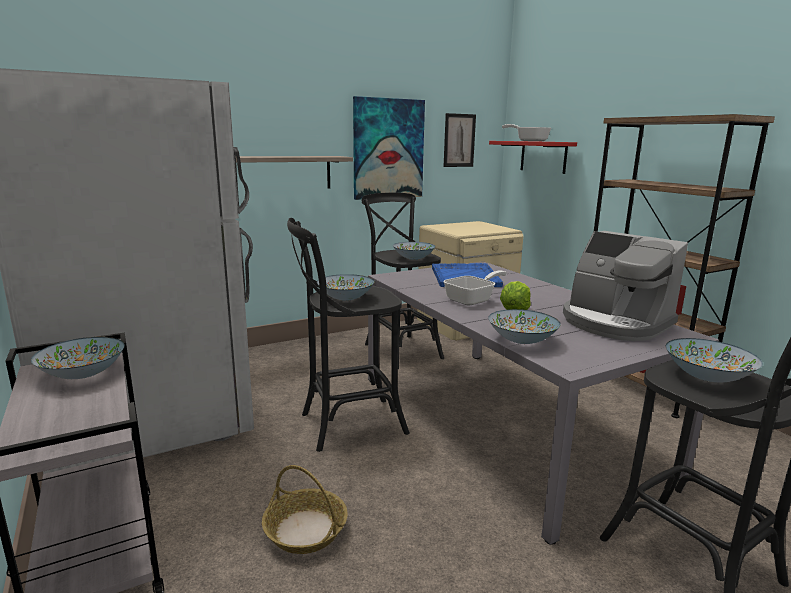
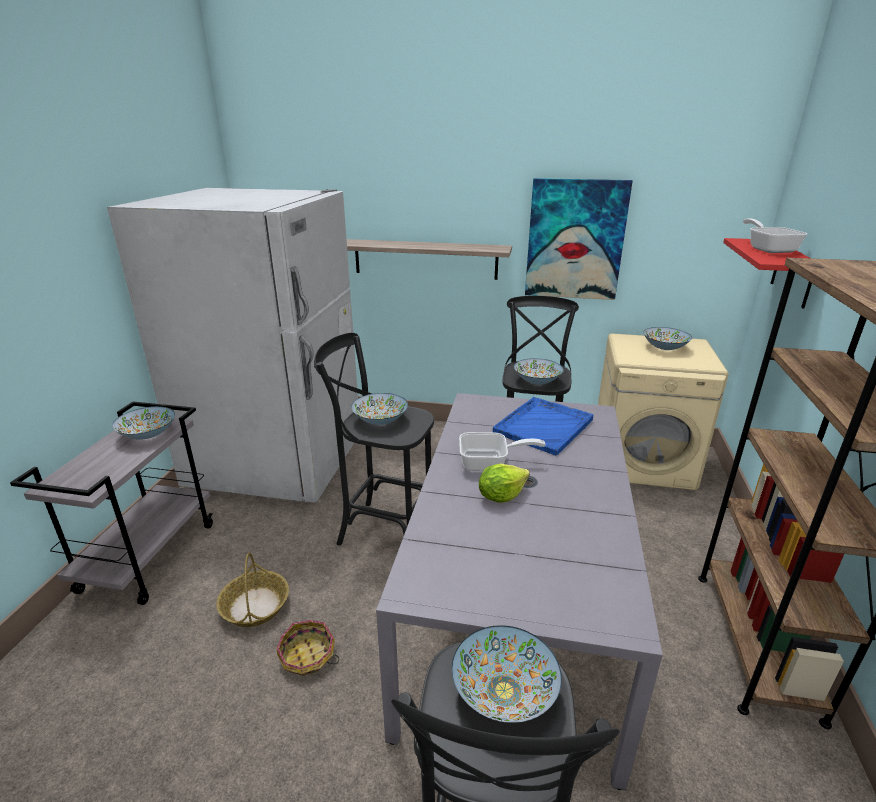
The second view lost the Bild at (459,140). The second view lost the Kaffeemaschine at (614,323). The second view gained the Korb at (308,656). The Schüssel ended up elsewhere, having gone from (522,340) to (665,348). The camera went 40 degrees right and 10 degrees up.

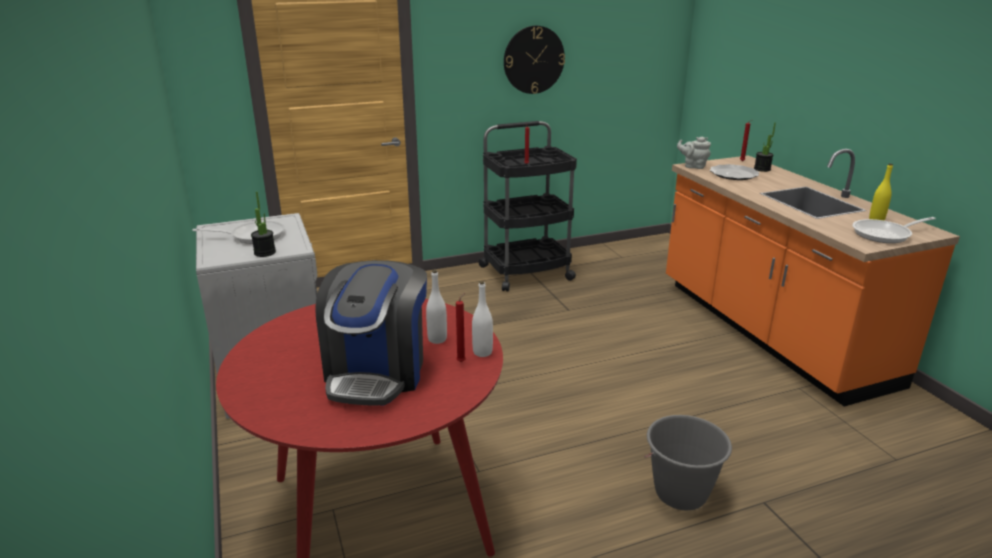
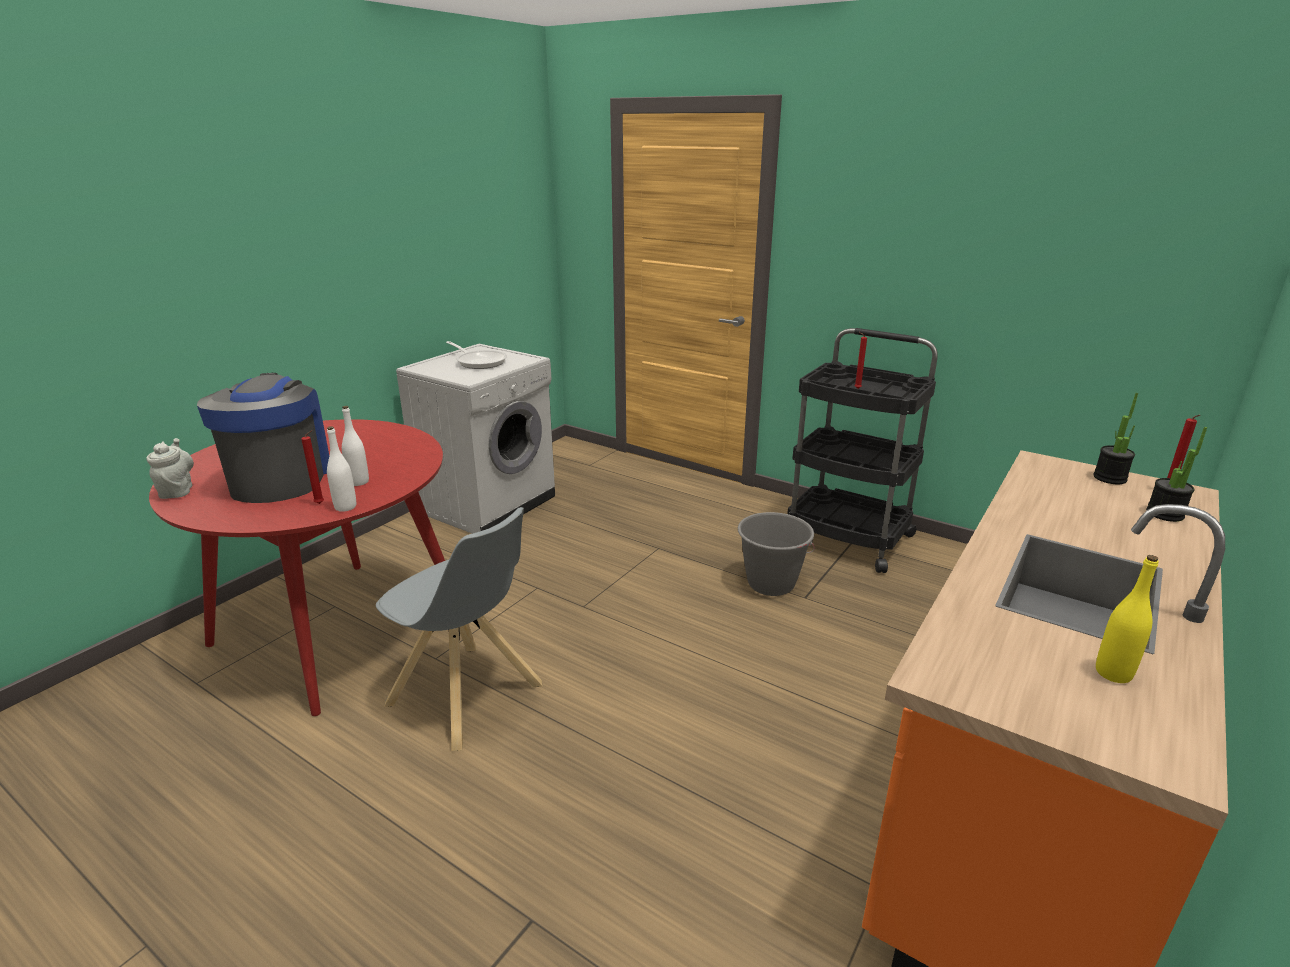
The second view lost the Wanduhr at (533,60). The second view lost the Teller at (733,174). The second view lost the Pfanne at (885,234). The second view gained the Stuhl/grau at (468,696). The Topfpflanze ended up elsewhere, having gone from (265,252) to (1109,478). The Eimer/grau ended up elsewhere, having gone from (681,493) to (770,584). The Teekanne/grau ended up elsewhere, having gone from (693,166) to (177,490). The Kaffeemaschine at (377,372) ended up facing another way, 105 degrees clockwise from before. The camera went 55 degrees right and 0 degrees up.

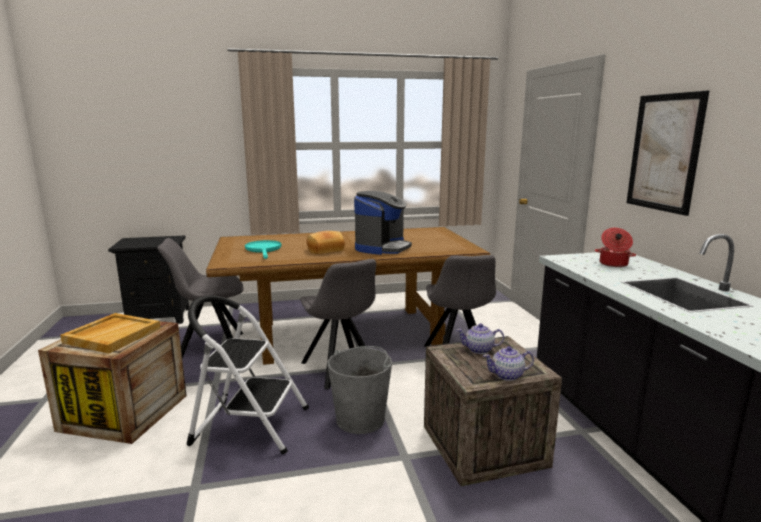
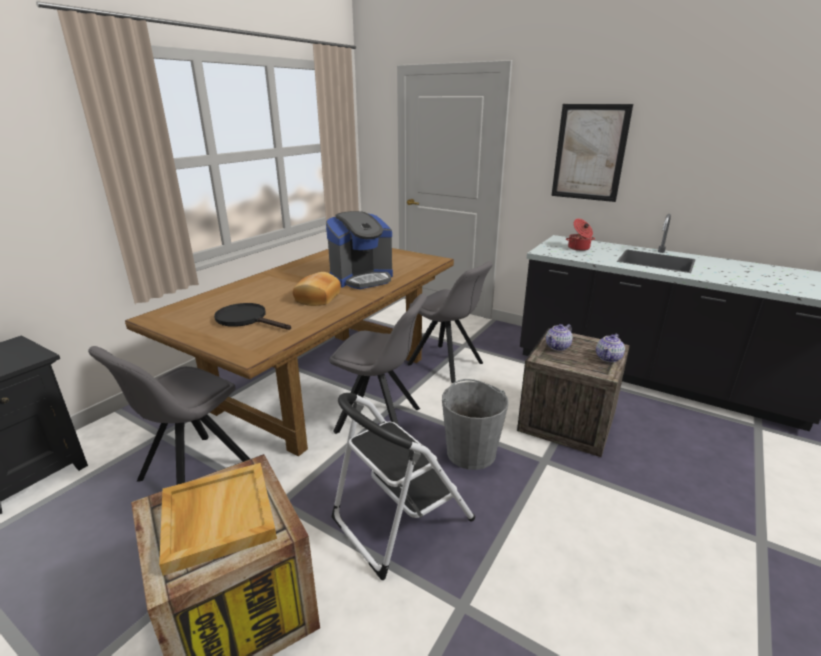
What was the Pfanne/türkis at (264,250) turned into the Pfanne/schwarz at (247,319). The Kaffeemaschine at (382,248) ended up facing another way, 75 degrees clockwise from before. The camera went 45 degrees left and 10 degrees up.

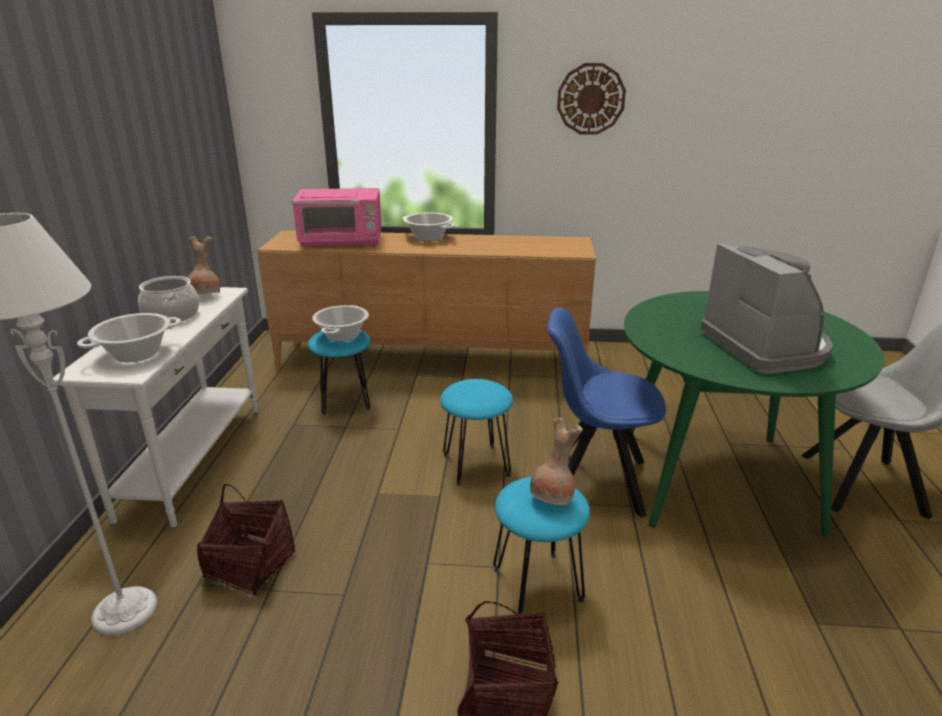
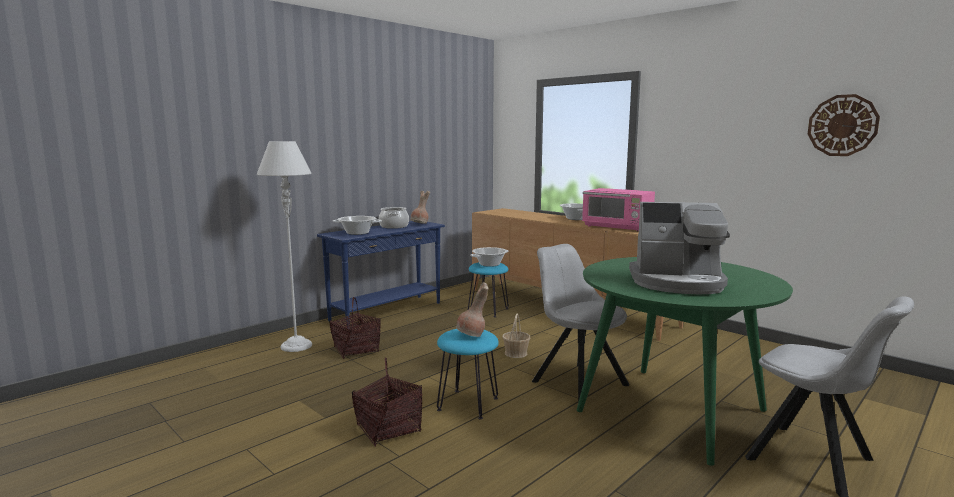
The Mikrowelle/rosa ended up elsewhere, having gone from (342,242) to (617,227). The Wanduhr ended up elsewhere, having gone from (591,99) to (842,125). Where the Hocker/türkis stood at (476,464), the Korb came to stand at (516,353). What was the Konsolentisch/weiß at (192,459) turned into the Konsolentisch/blau at (386,311). What was the Stuhl/blau at (595,481) turned into the Stuhl/grau at (577,382). The Kaffeemaschine at (766,346) ended up facing another way, 75 degrees clockwise from before. The camera went 40 degrees right and 15 degrees down.

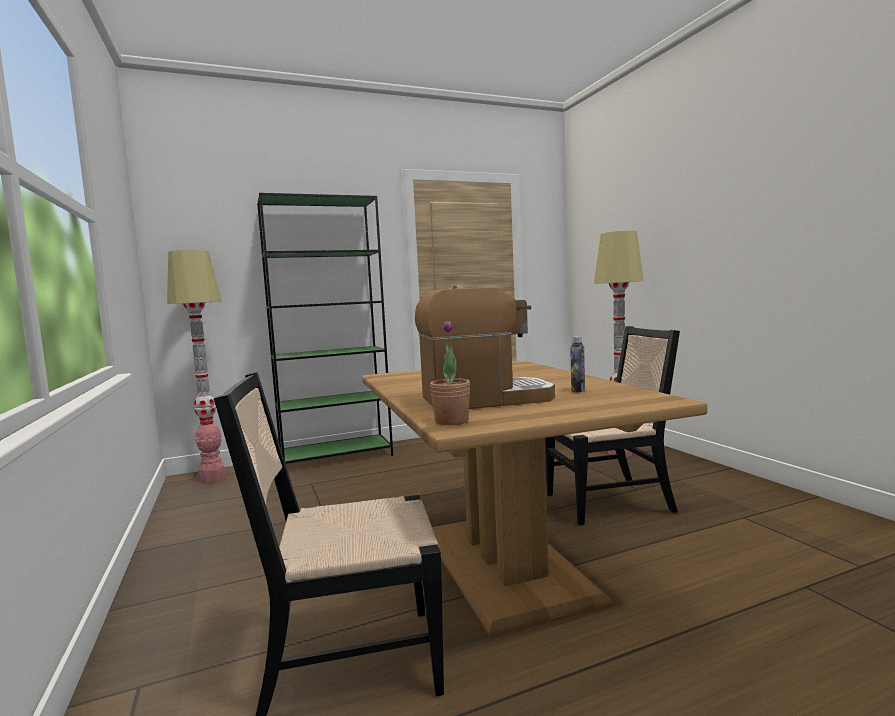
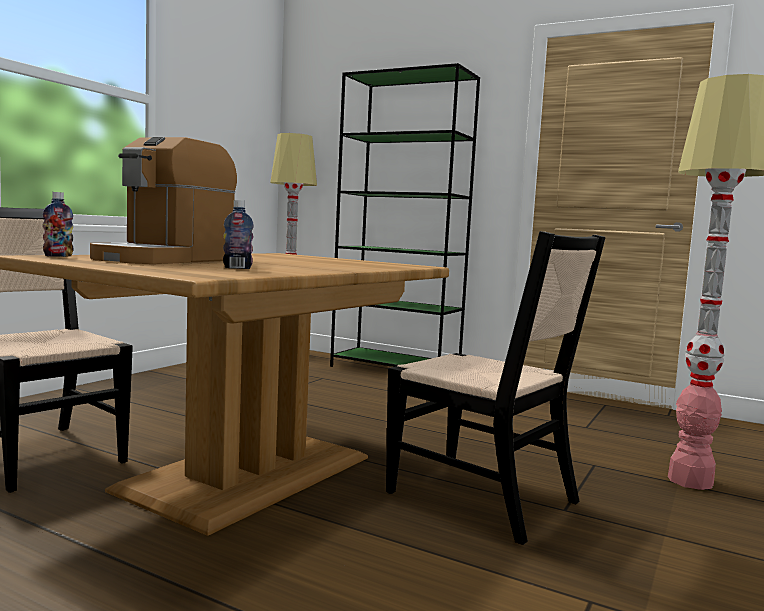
Where the Topfpflanze stood at (451,421), the Flasche came to stand at (58,256). The Kaffeemaschine at (485,399) ended up facing another way, 75 degrees clockwise from before. The camera went 50 degrees right and 0 degrees up.

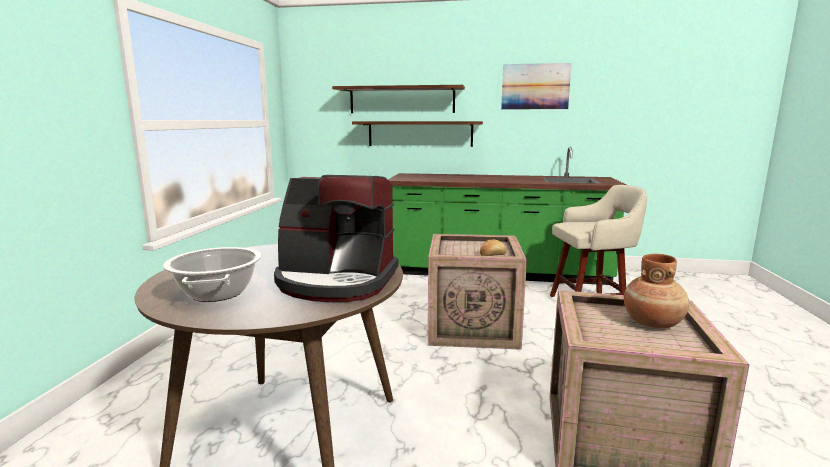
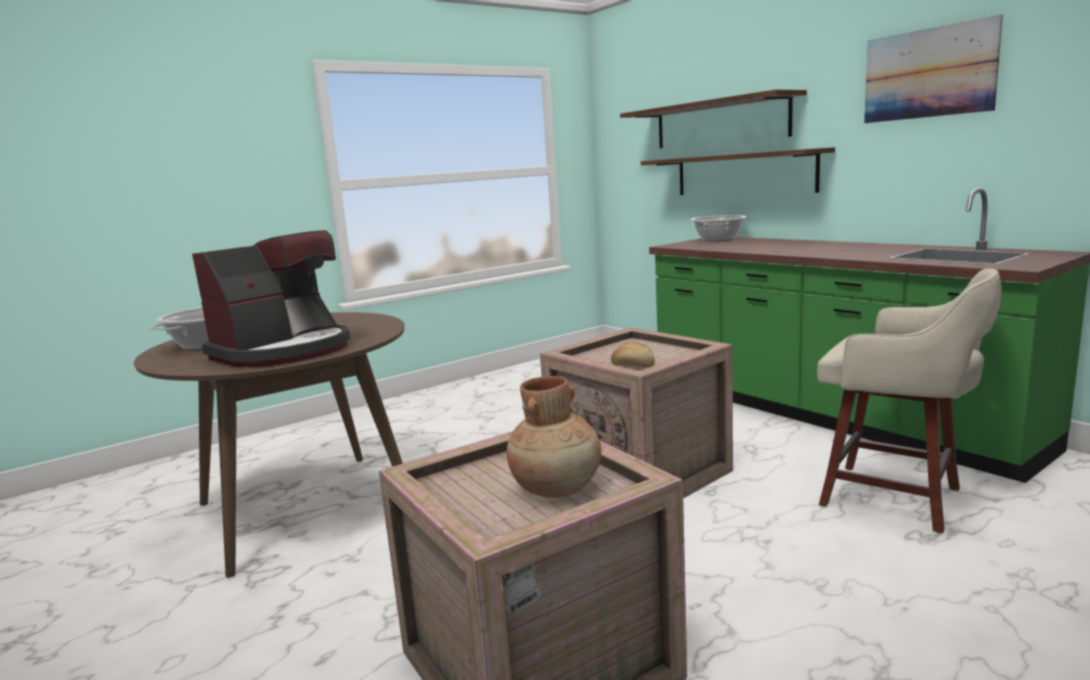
The second view gained the Kochtopf at (718,239). The Kaffeemaschine at (336,281) ended up facing another way, 105 degrees counterclockwise from before. The camera went 45 degrees right and 0 degrees up.

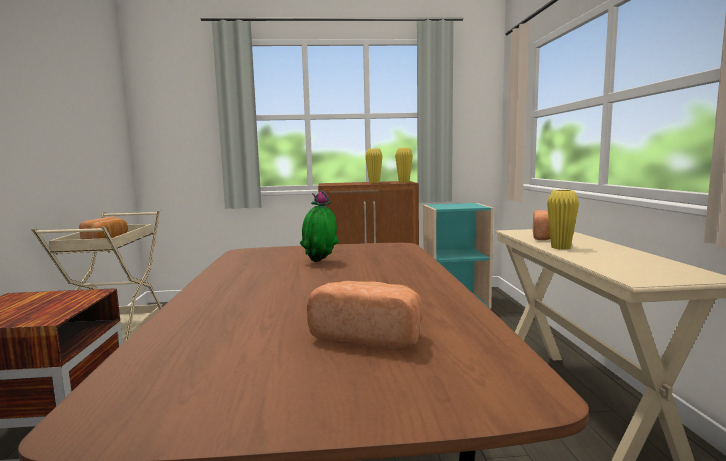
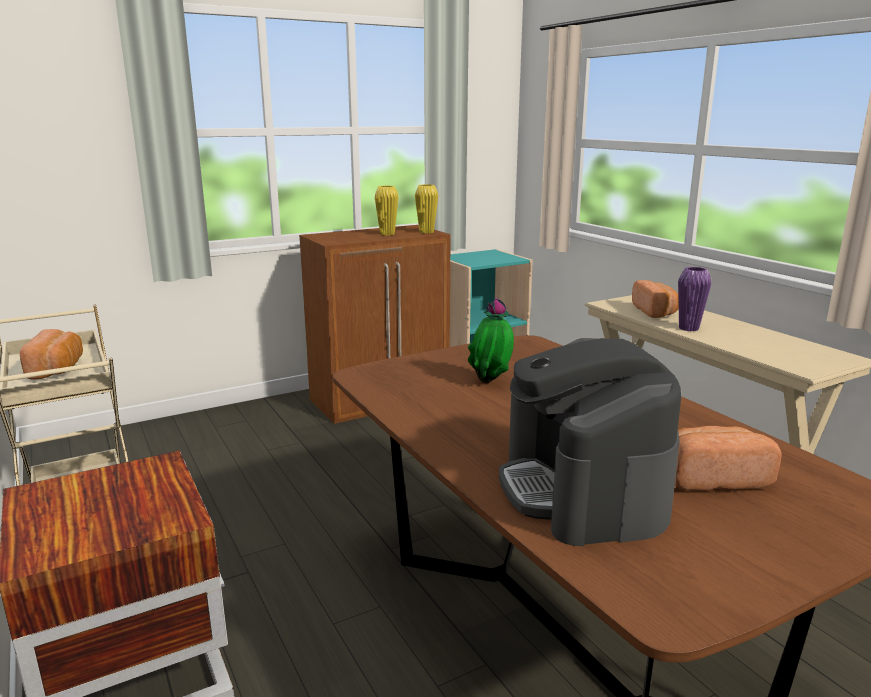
The second view gained the Kaffeemaschine at (582,490). What was the Vase/gelb at (560,247) turned into the Vase/lila at (688,328). The camera went 25 degrees left and 10 degrees up.

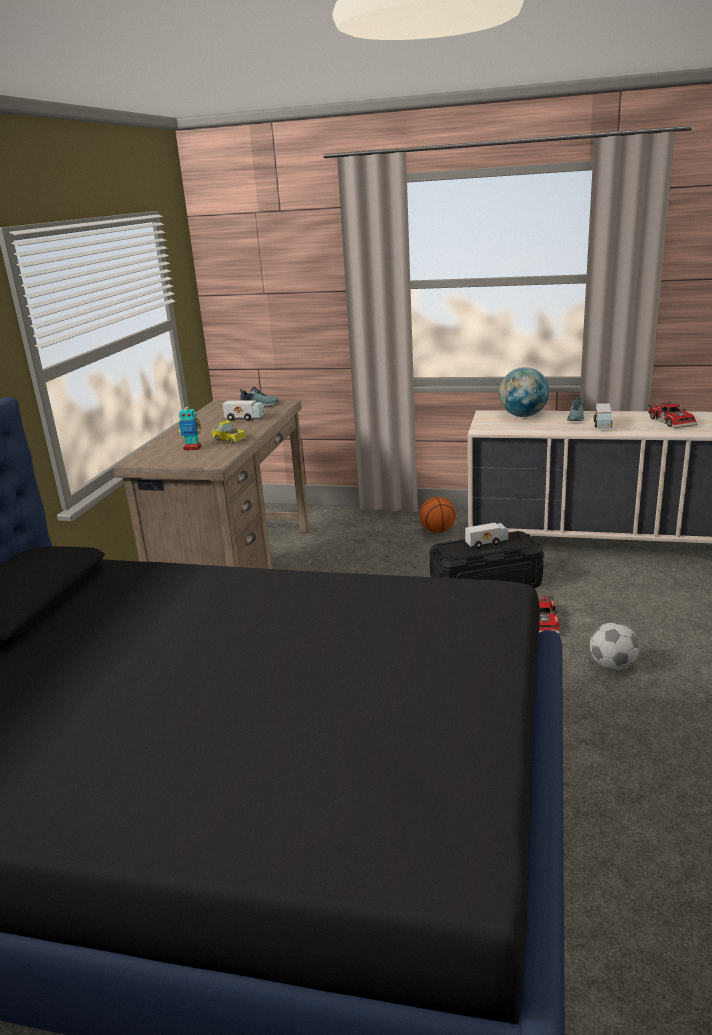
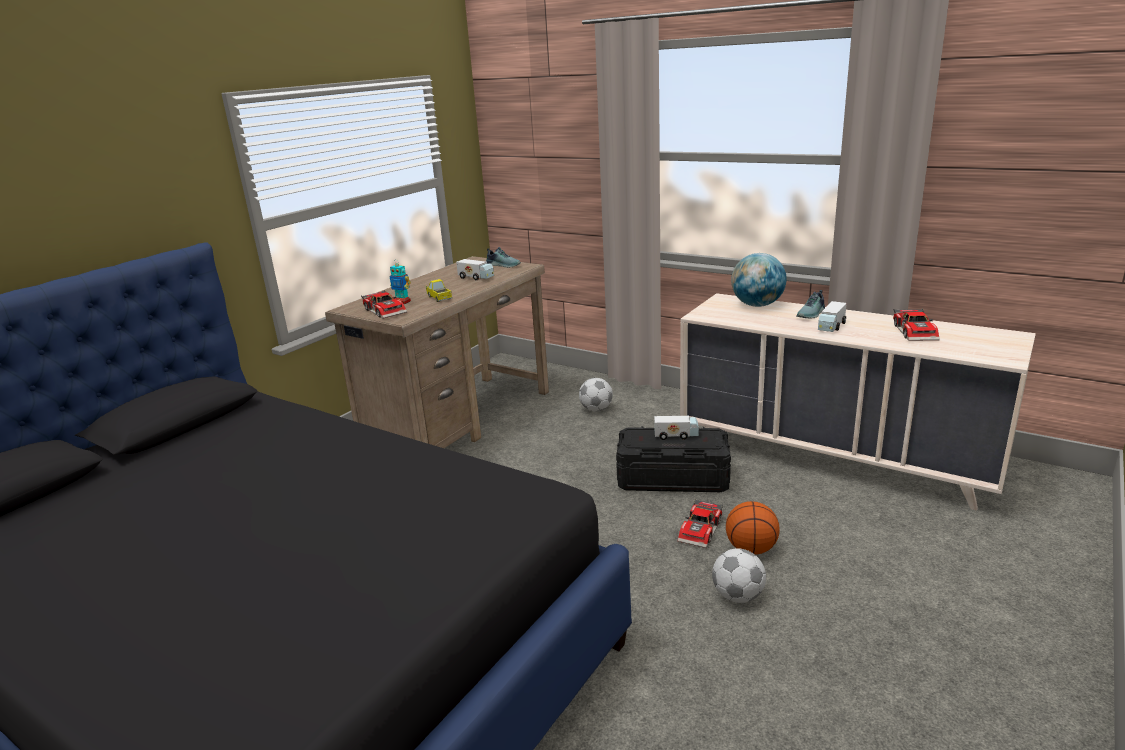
The second view gained the Spielzeugauto at (386,311). The second view gained the Fußball at (596,409). The Basketball ended up elsewhere, having gone from (438,531) to (751,549). The camera went 20 degrees right and 0 degrees up.

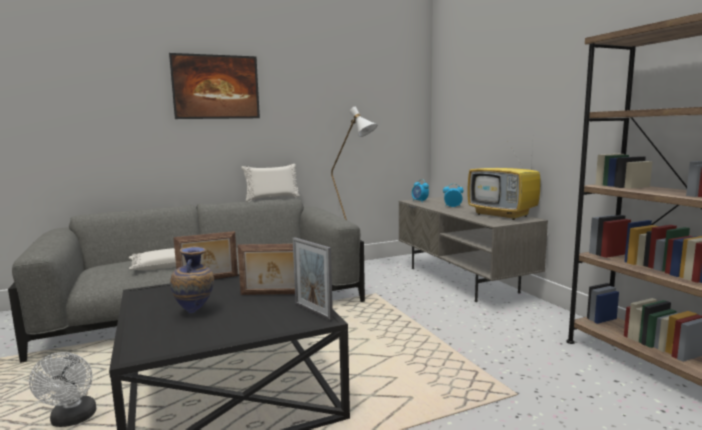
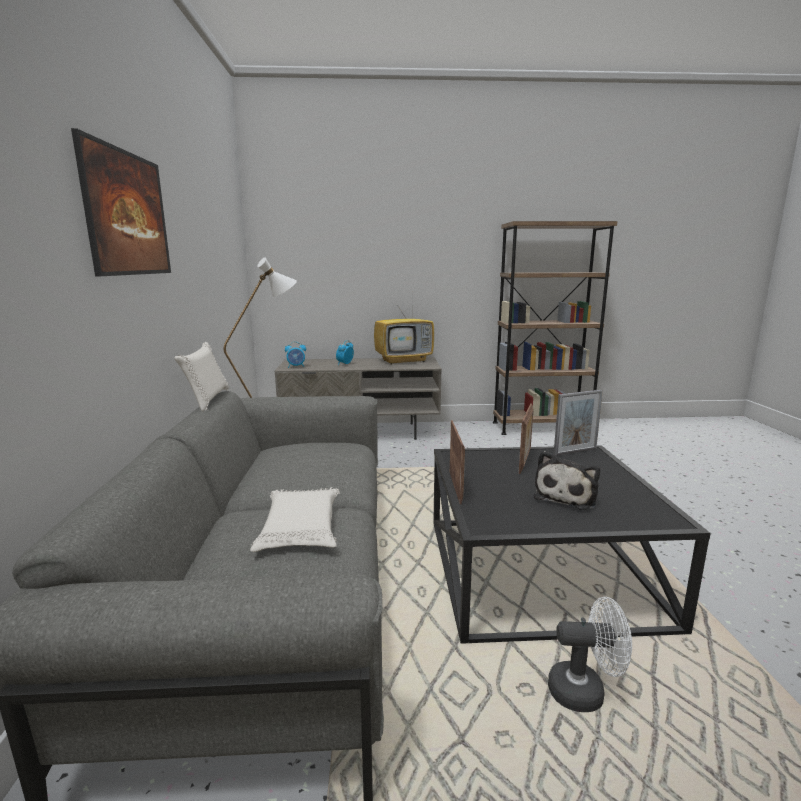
Where the Vase stood at (195,312), the Plüschtier came to stand at (567,496). The camera went 70 degrees left and 5 degrees up.

